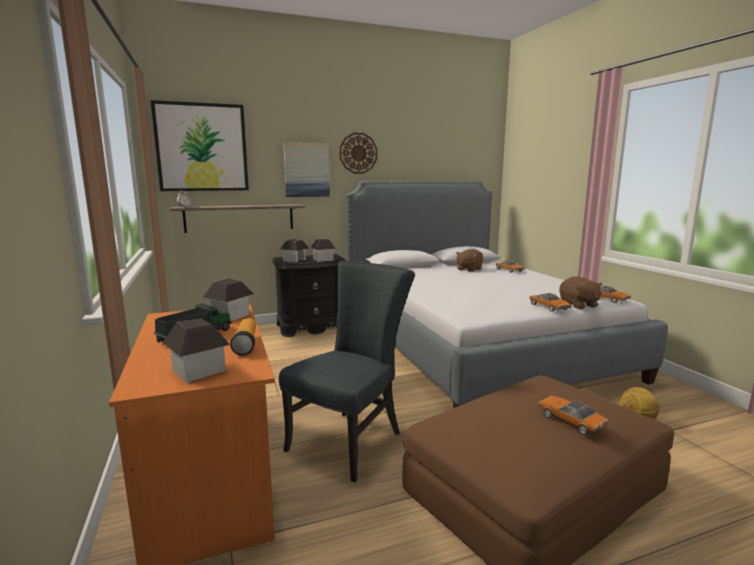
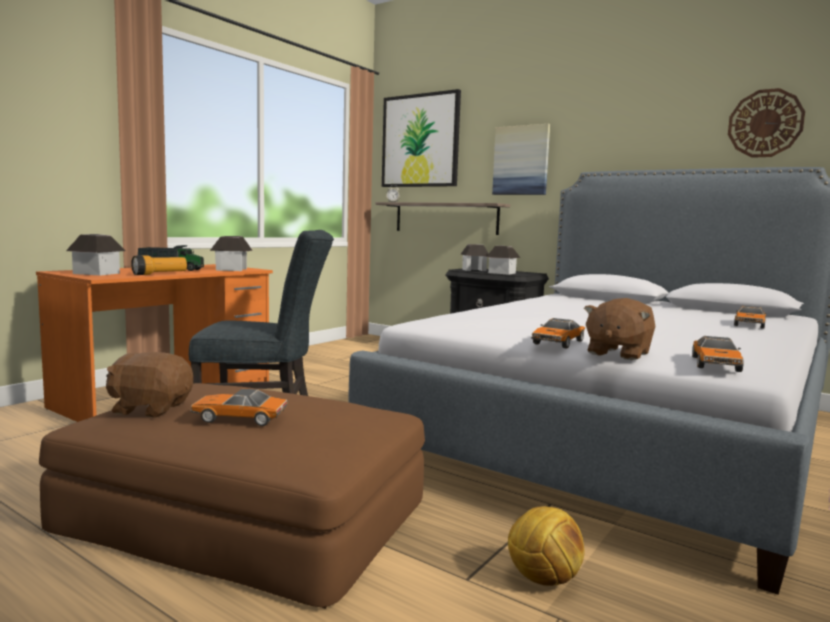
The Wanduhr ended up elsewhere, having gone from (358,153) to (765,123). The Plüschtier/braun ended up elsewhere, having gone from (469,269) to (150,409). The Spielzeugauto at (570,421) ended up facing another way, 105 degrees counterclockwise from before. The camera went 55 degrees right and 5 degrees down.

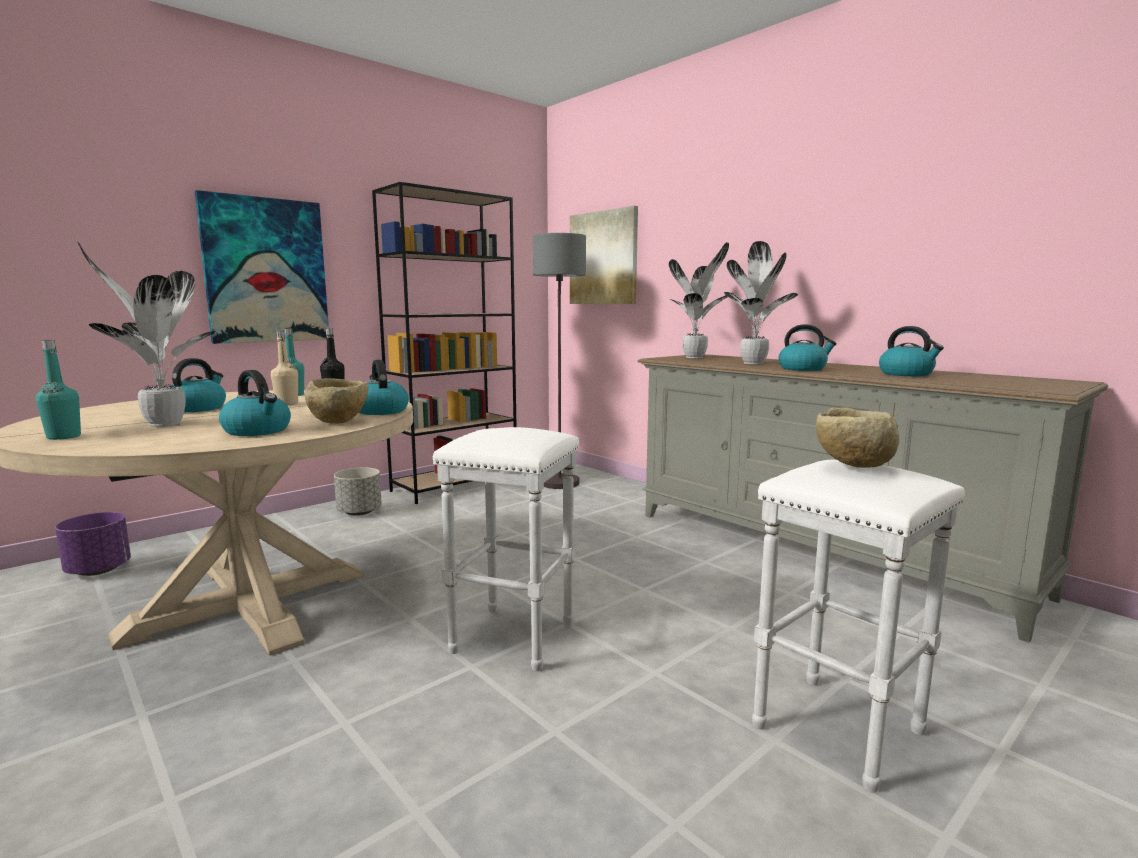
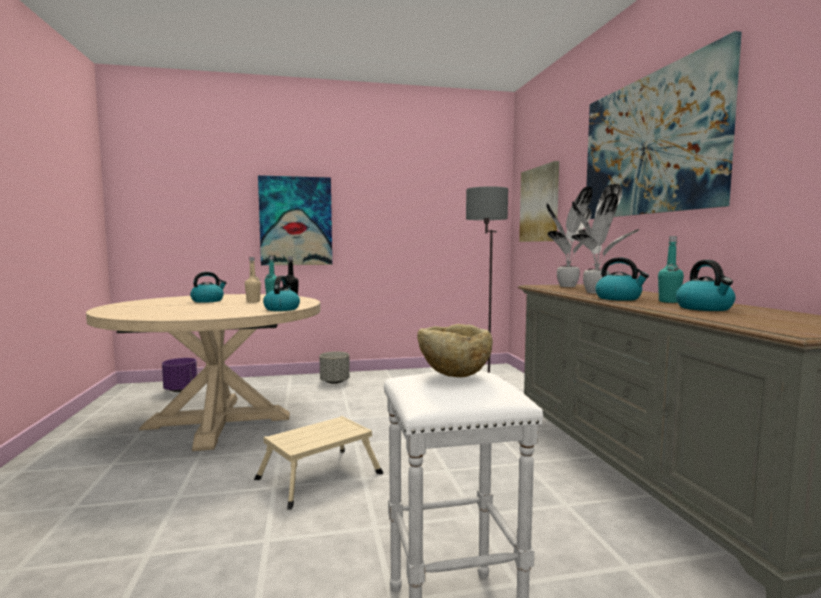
The second view lost the Topfpflanze at (161,424). The second view lost the Wasserkessel at (258,431). The second view lost the Schüssel/beige at (340,422). The second view lost the Bücherregal/beige at (455,485). The second view gained the Bild at (649,145). The Flasche/türkis ended up elsewhere, having gone from (64,437) to (669,301). Where the Hocker/weiß stood at (512,635), the Trittleiter/beige came to stand at (320,476). The camera went 30 degrees right and 5 degrees down.

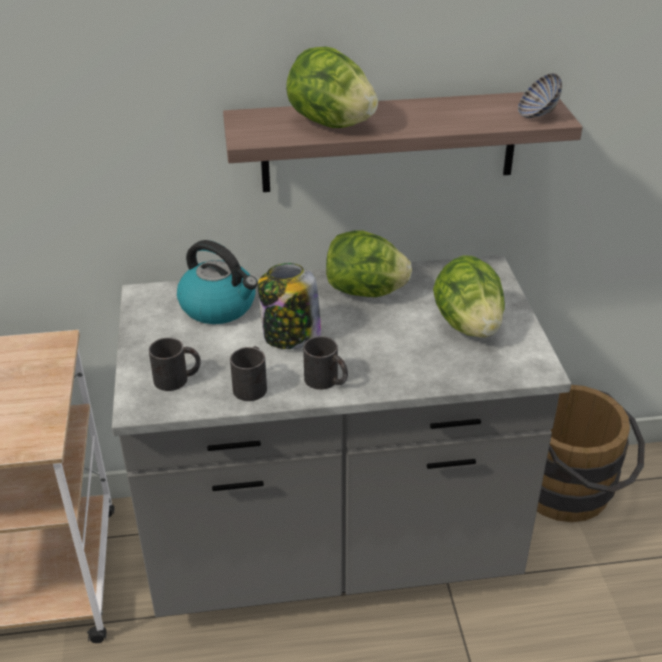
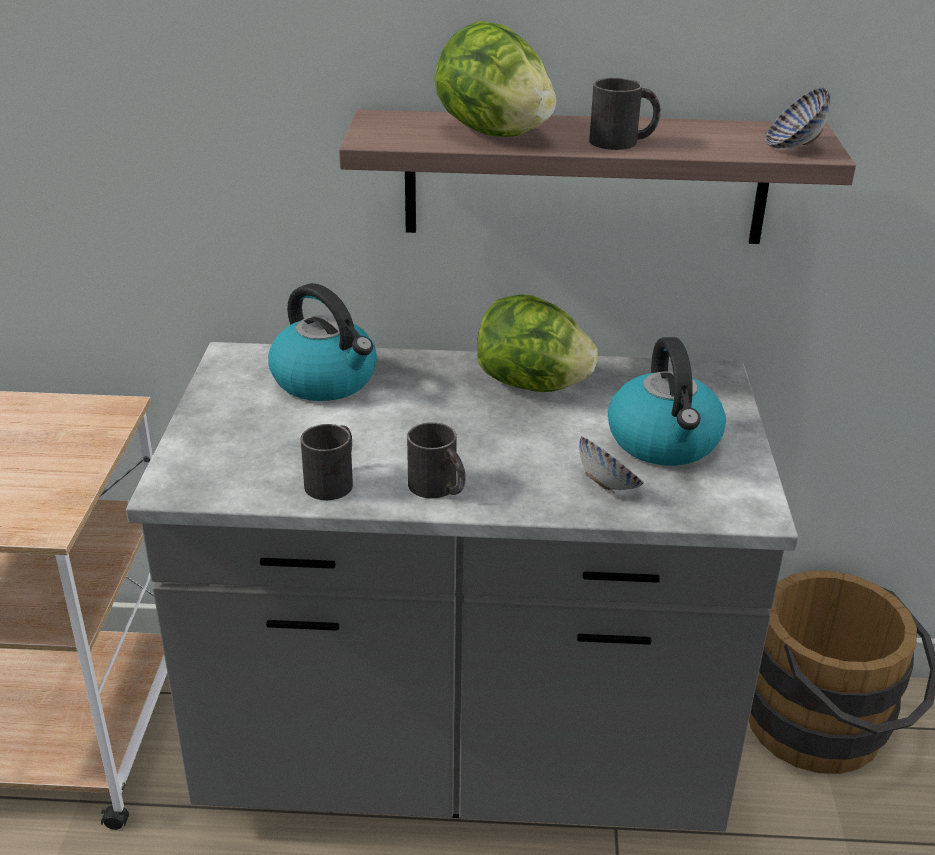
The second view lost the Vorratsglas at (290,336). The second view gained the Schüssel at (608,486). The Henkelbecher/schwarz ended up elsewhere, having gone from (178,378) to (623,142). Where the Salatkopf stood at (468,325), the Wasserkessel came to stand at (664,442). The camera went 10 degrees right and 5 degrees down.

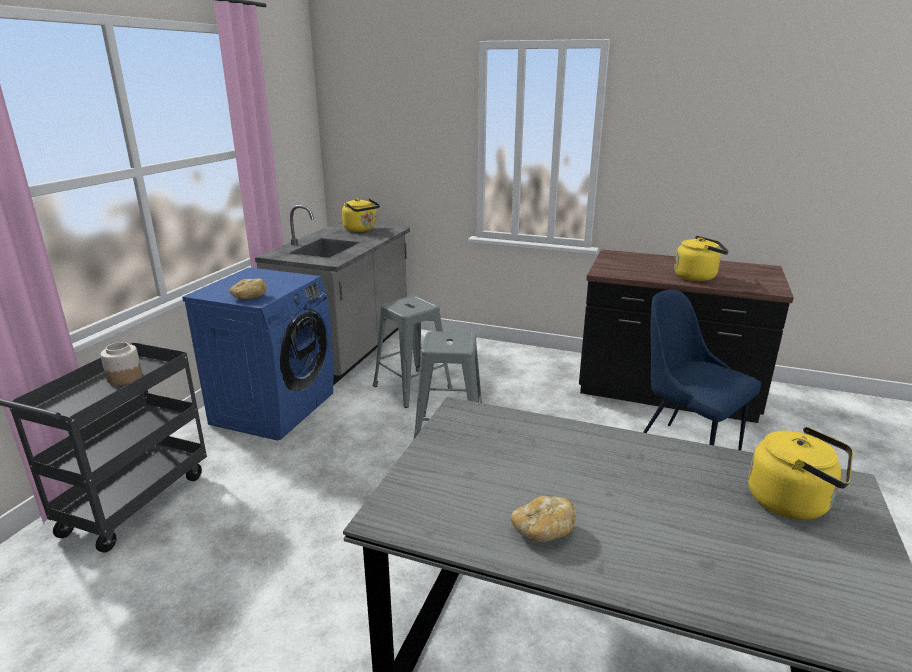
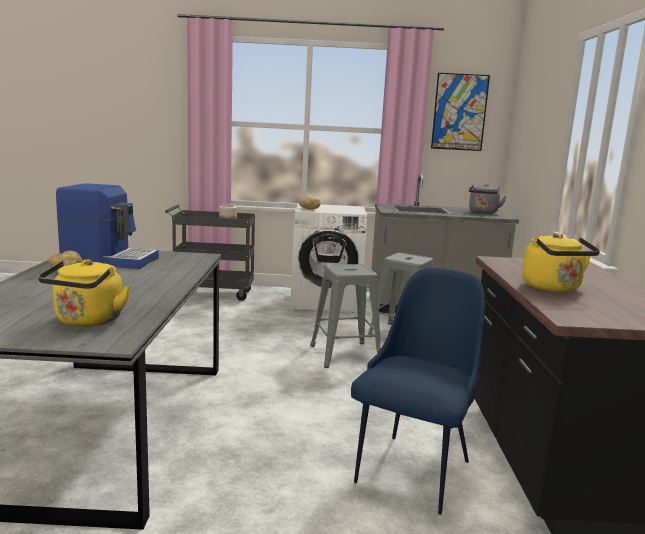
The second view gained the Kaffeemaschine at (110,260). The second view gained the Bild at (459,112). What was the Waschmaschine/blau at (274,410) turned into the Waschmaschine/weiß at (326,303). What was the Wasserkessel/gelb at (361,230) turned into the Wasserkessel/grau at (483,212). The camera went 70 degrees right and 10 degrees down.

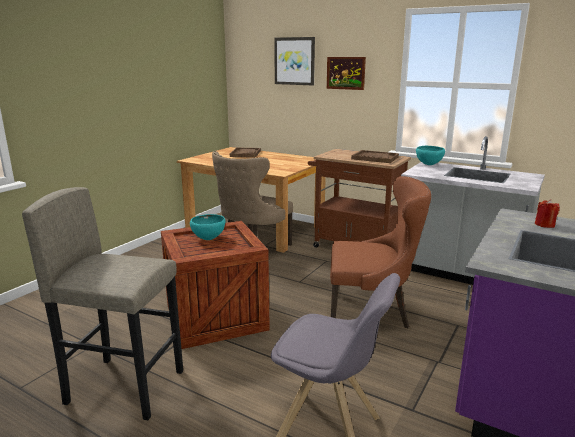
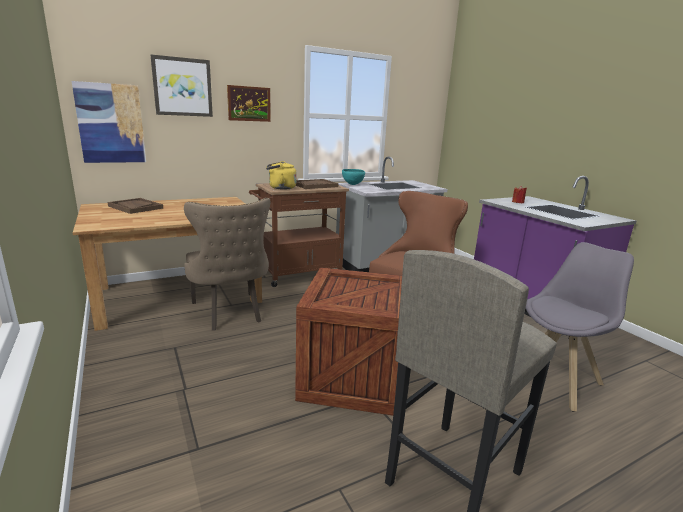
The second view lost the Schüssel/türkis at (208,239). The second view gained the Bild at (111,123). The second view gained the Wasserkessel/gelb at (280,188). The camera went 60 degrees left and 0 degrees up.

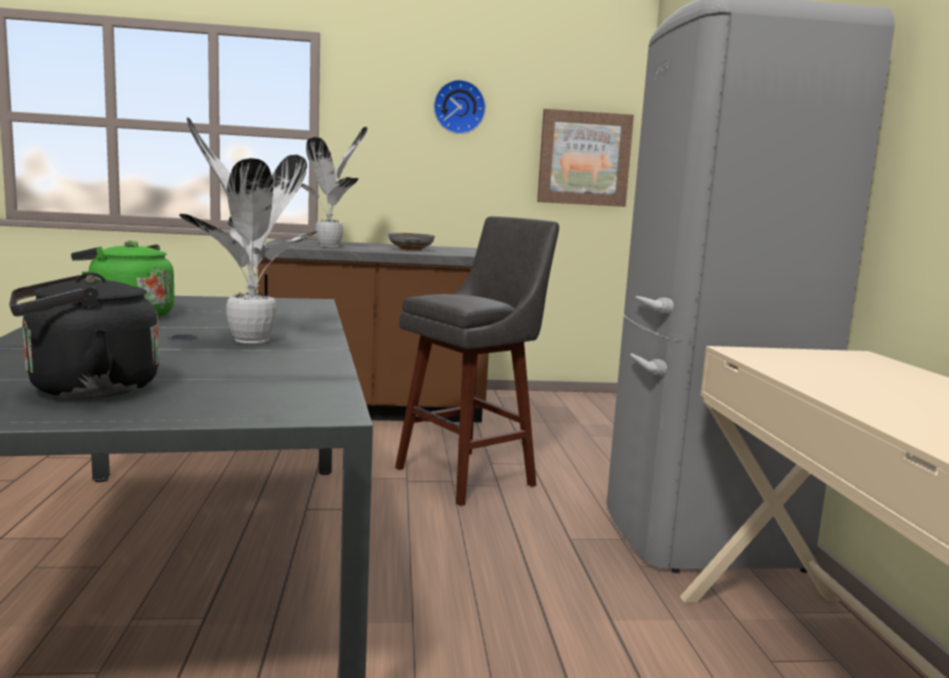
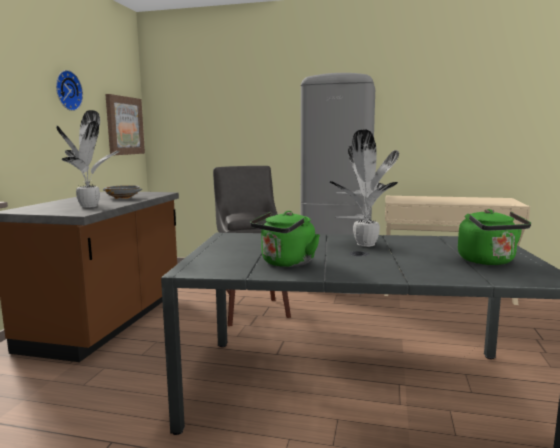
What was the Wasserkessel/schwarz at (85,390) turned into the Wasserkessel/grün at (489,261). The camera went 70 degrees left and 0 degrees up.

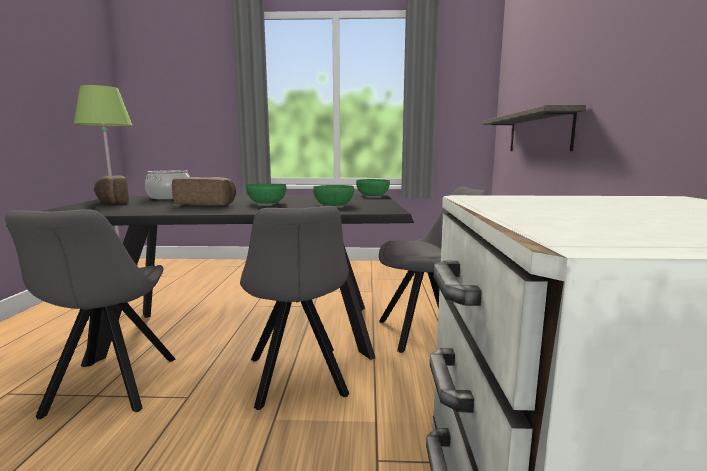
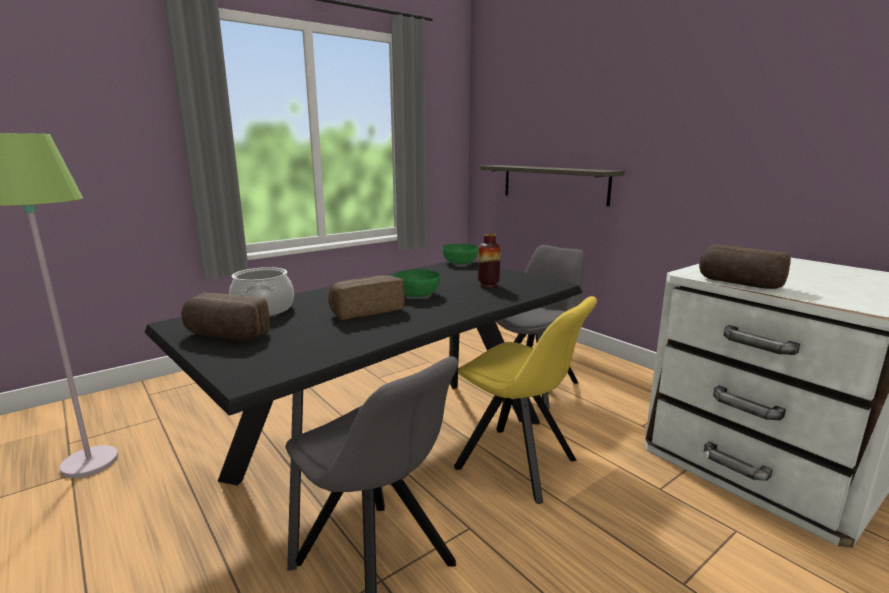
The second view gained the Brot at (738,283). Where the Schüssel/grün stood at (334,205), the Vase came to stand at (488,285). What was the Stuhl/grau at (297,377) turned into the Stuhl/gelb at (517,463). The camera went 40 degrees left and 5 degrees up.

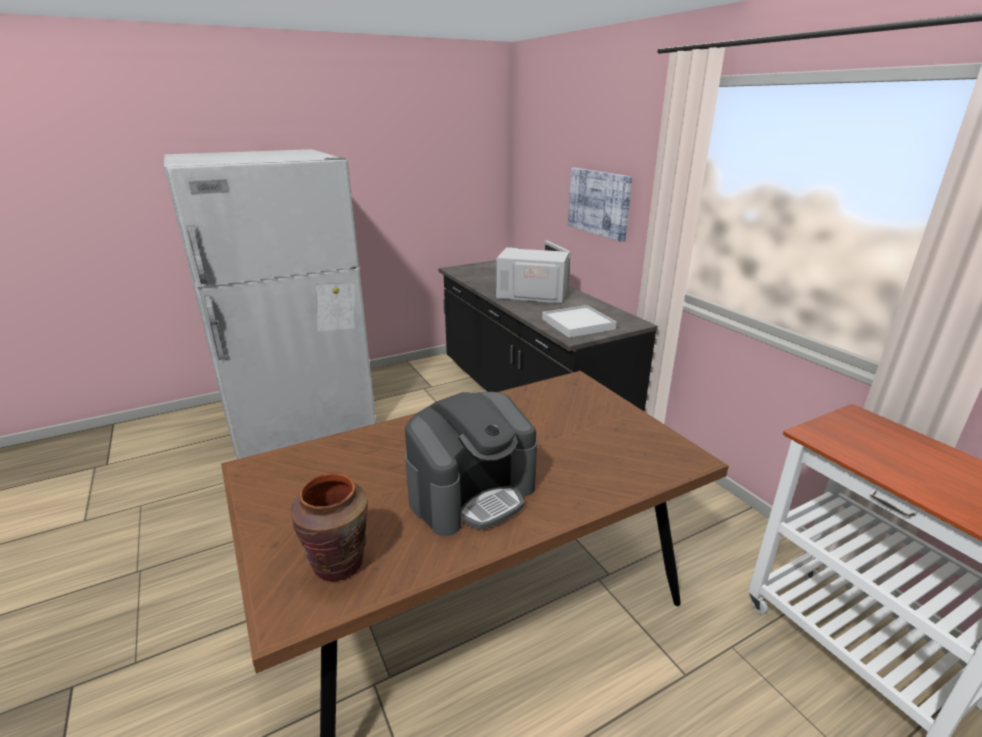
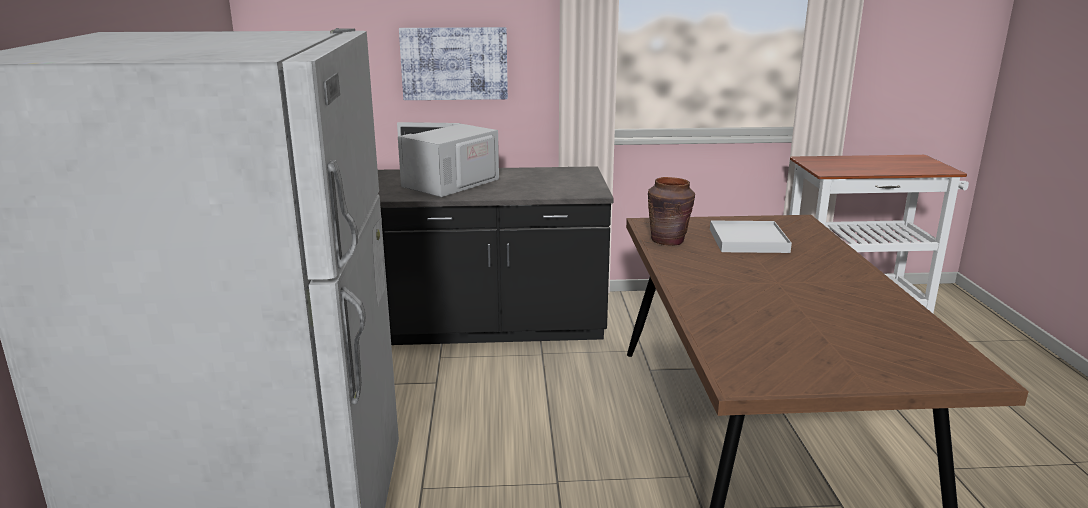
The second view lost the Kaffeemaschine at (472,493). The Vase/braun ended up elsewhere, having gone from (339,564) to (668,241). The Tablett/weiß ended up elsewhere, having gone from (578,324) to (748,241). The camera went 65 degrees left and 5 degrees down.

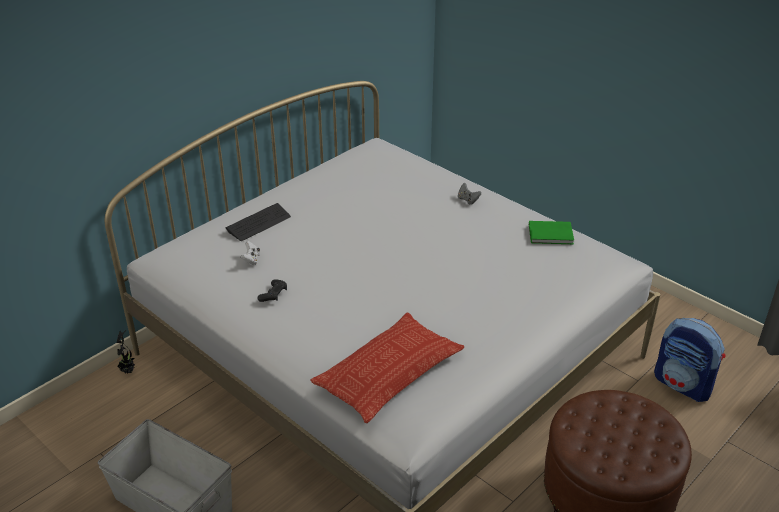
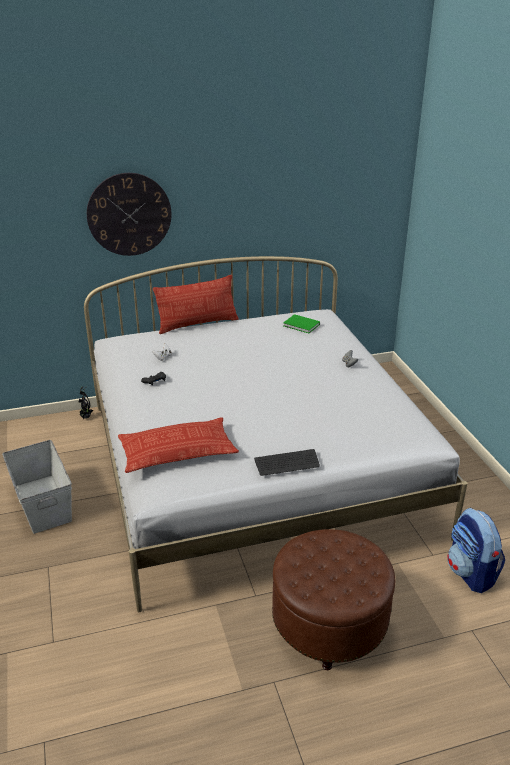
The second view gained the Wanduhr at (129,214). The second view gained the Kissen at (197,324). The Tastatur ended up elsewhere, having gone from (259,223) to (287,463). The Buch/grün ended up elsewhere, having gone from (552,235) to (302,325). The camera went 30 degrees right and 5 degrees down.

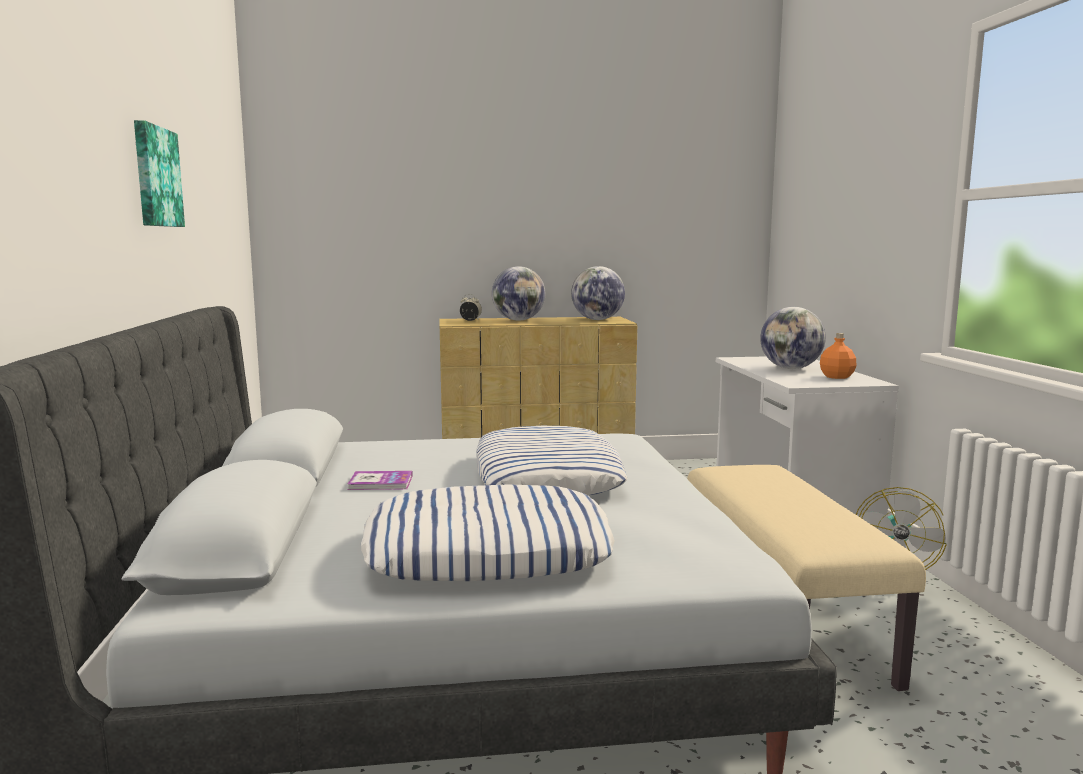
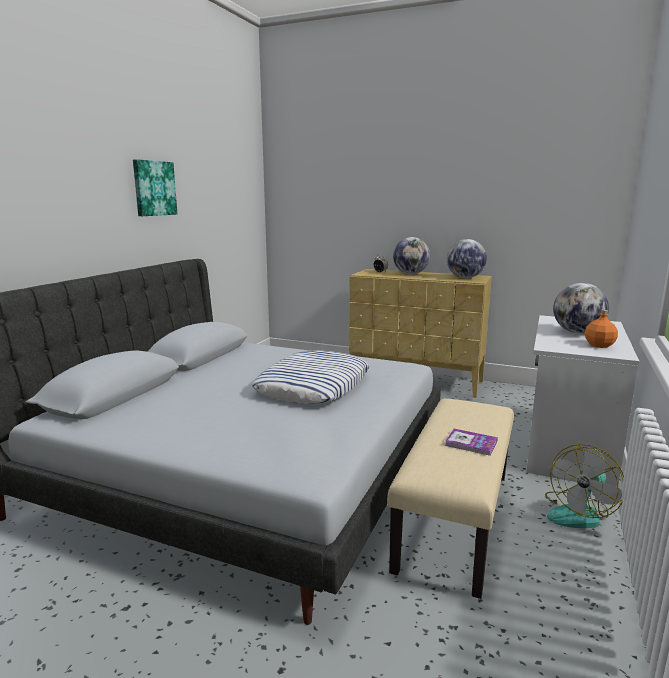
The second view lost the Kissen at (488,551). The Buch ended up elsewhere, having gone from (380,482) to (471,443). The camera went 30 degrees right and 5 degrees up.

